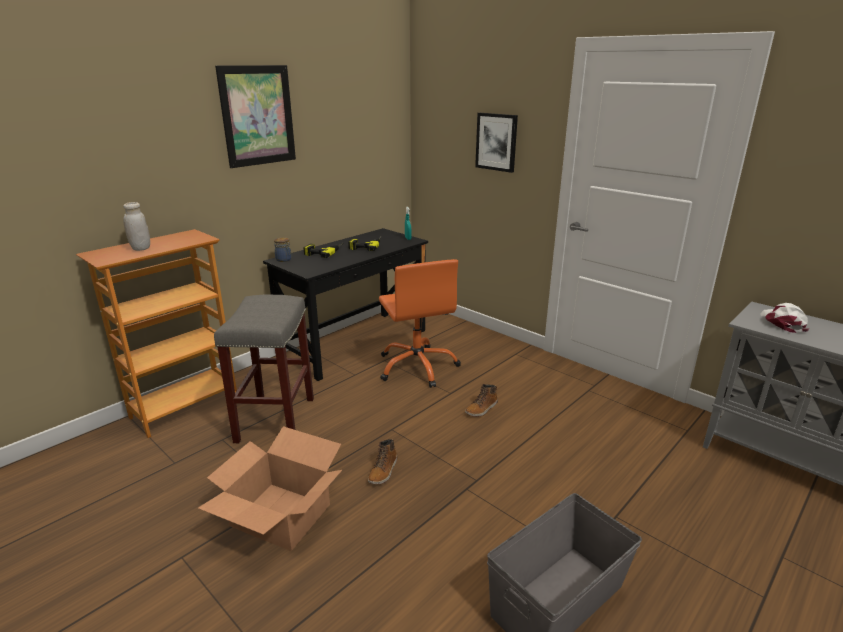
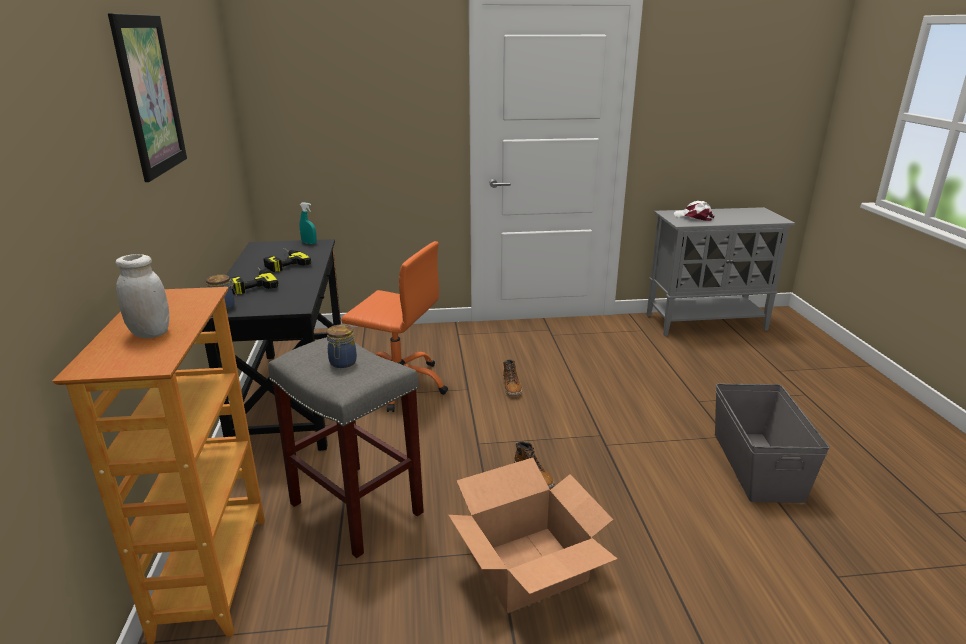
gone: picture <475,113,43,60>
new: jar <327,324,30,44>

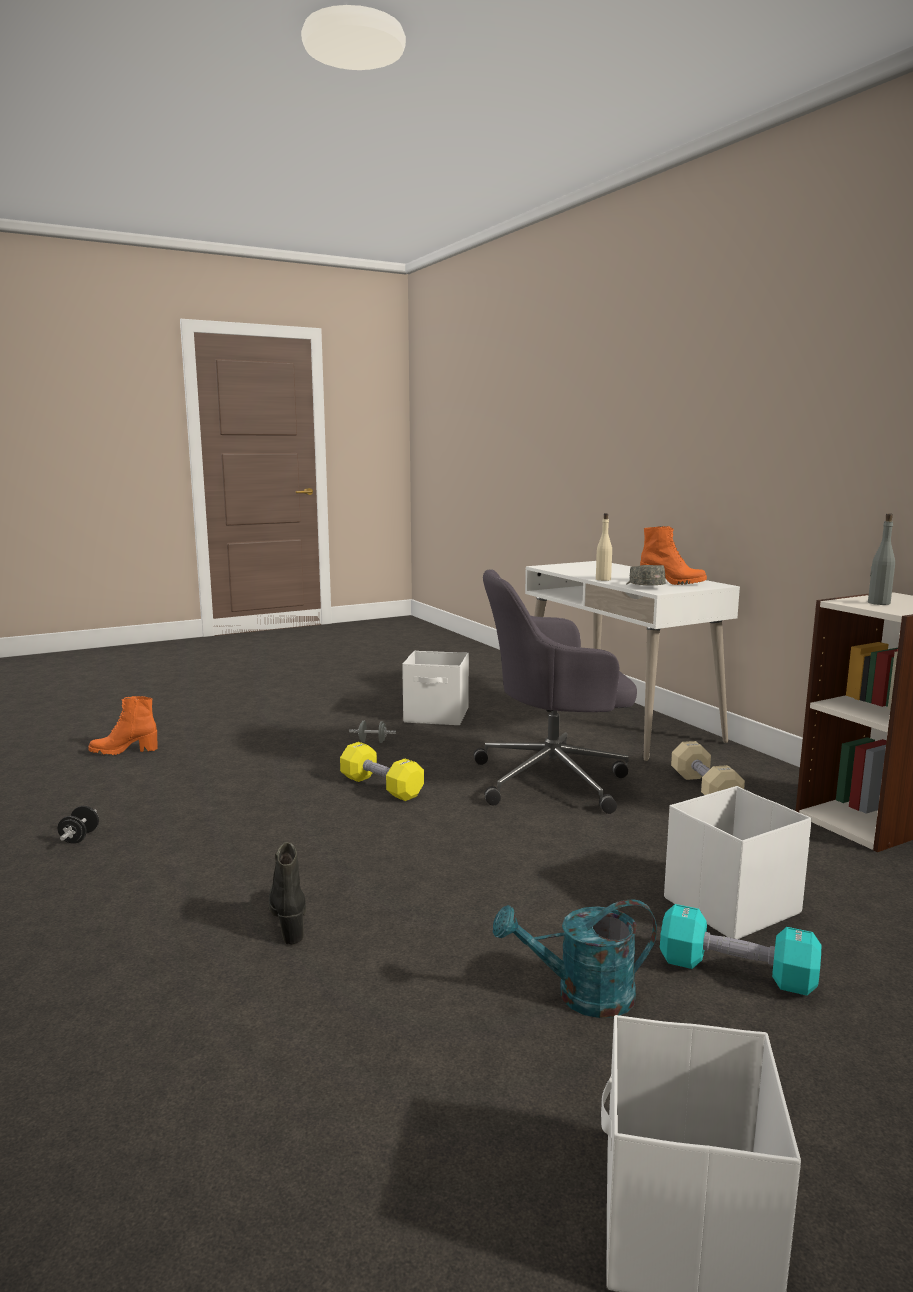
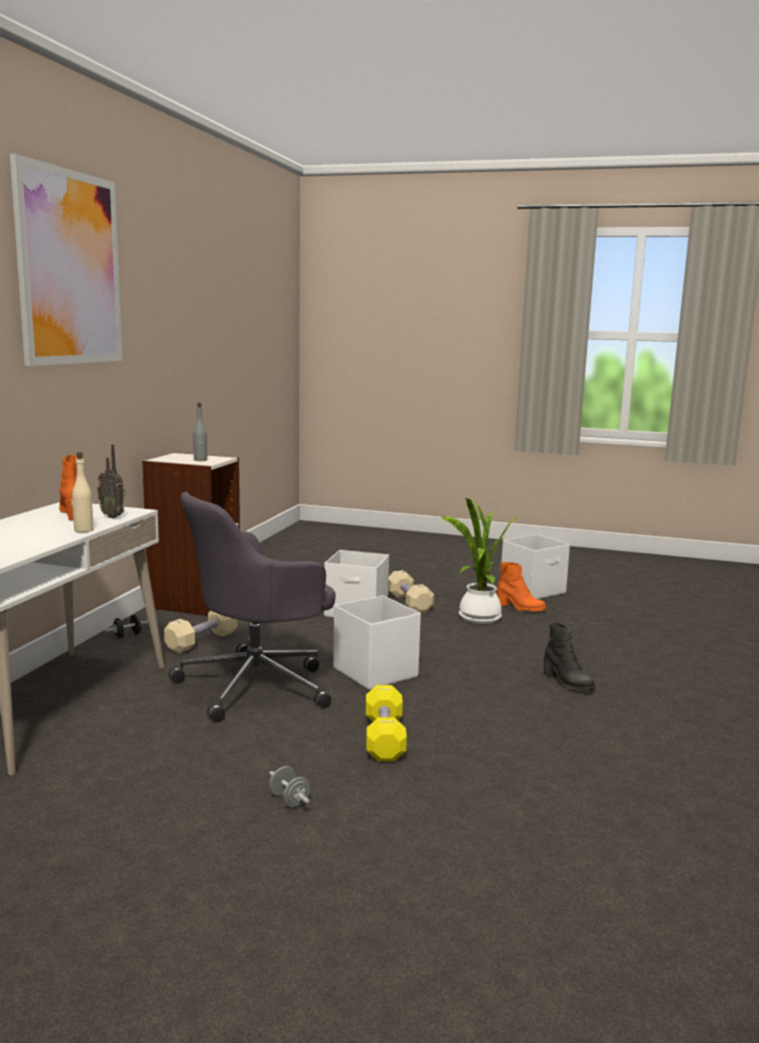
new: picture <10,154,113,212>
shifted: dumbbell in black <58,806,41,38> to <105,615,44,23>; storage box in white <402,651,67,74> to <333,595,88,95>; boot in orange <88,696,70,59> to <497,562,49,50>
swapped: cap in grey <626,565,40,20> to radio <97,444,29,74>; watering can in turquoise <493,899,164,119> to potted plant <442,498,76,126>
repainted: dumbbell in turquoise <660,904,161,92> to dumbbell in beige <388,570,46,43>
rotated: office chair in grey <474,569,163,245> = <169,492,167,230> 105 degrees clockwise; boot in black <269,842,37,103> = <544,622,51,70> 60 degrees counterclockwise

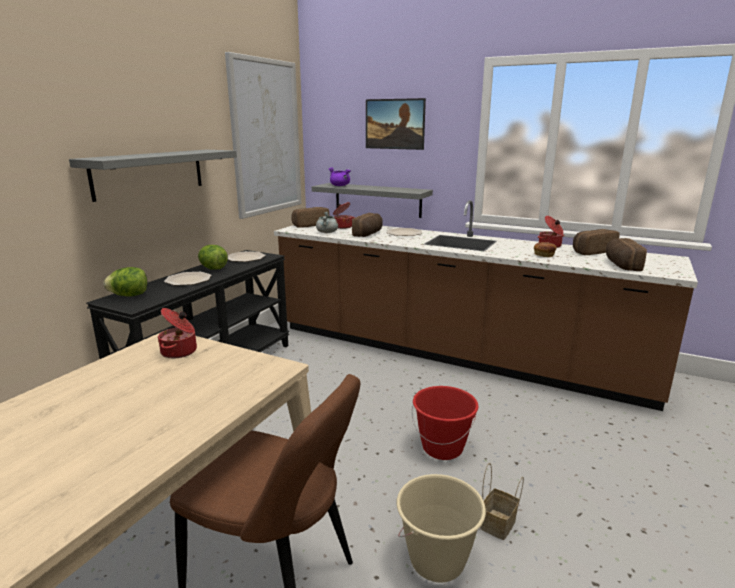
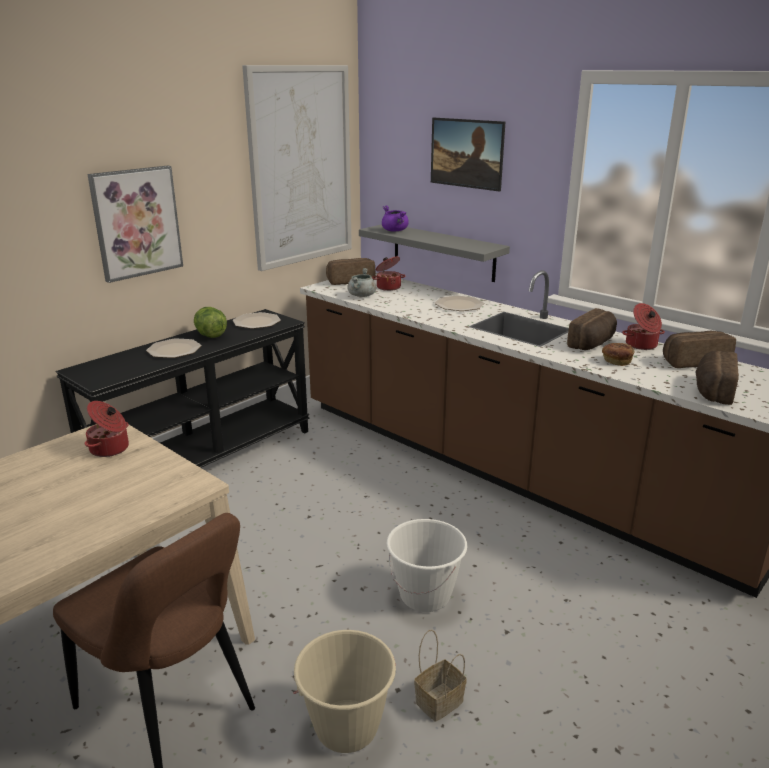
gone: lettuce <103,267,44,30>
shifted: bread <352,213,31,24> to <567,308,50,42>
swapped: shelf in grey <69,150,168,52> to picture <88,165,95,118>
repainted: bucket in red <412,386,67,74> to bucket in white <386,519,81,93>

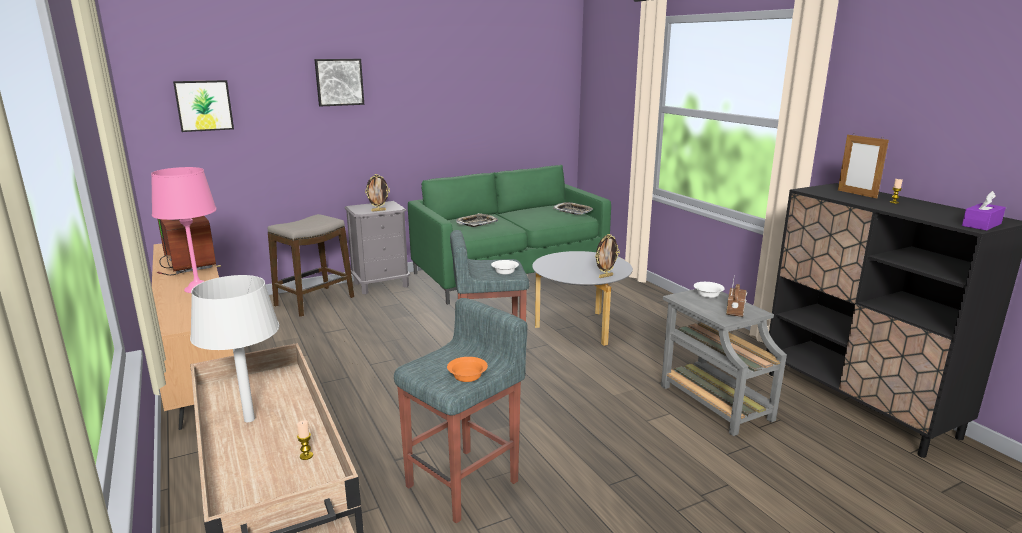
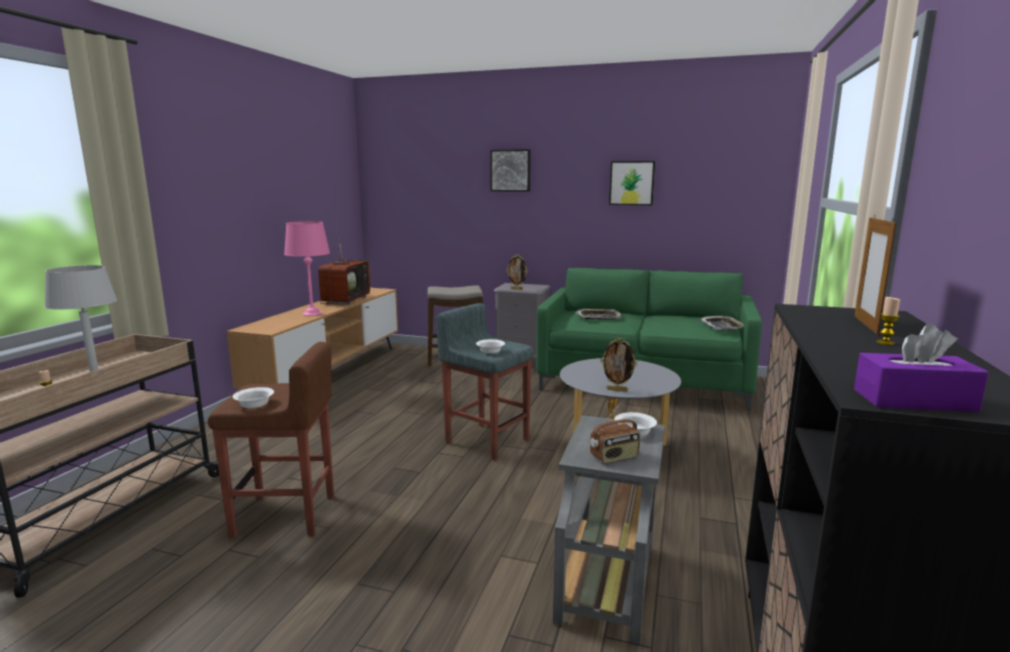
shifted: picture <173,80,61,52> to <609,161,46,44>
repainted: stool in grey <394,298,133,225> to stool in brown <208,342,126,196>; bowl in orange <447,357,41,25> to bowl in white <233,387,41,21>

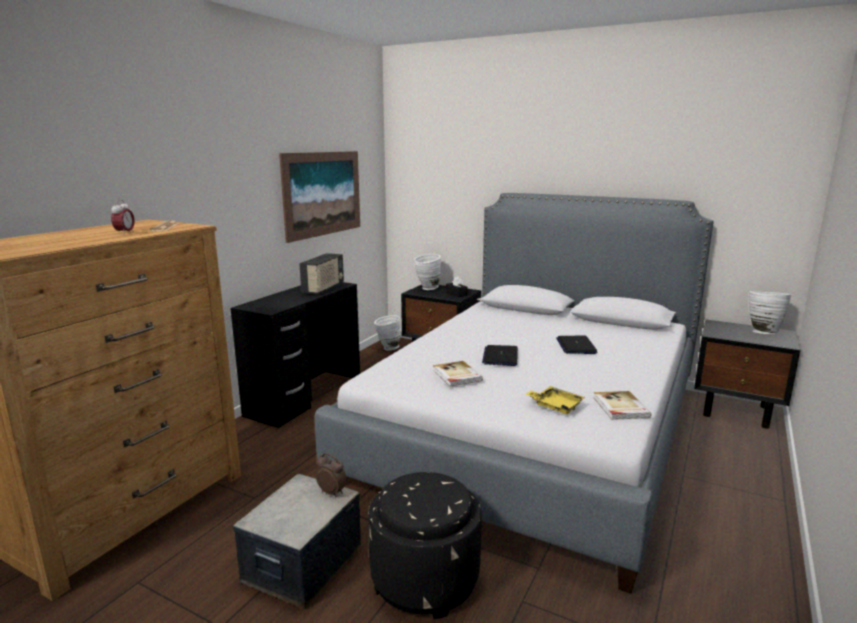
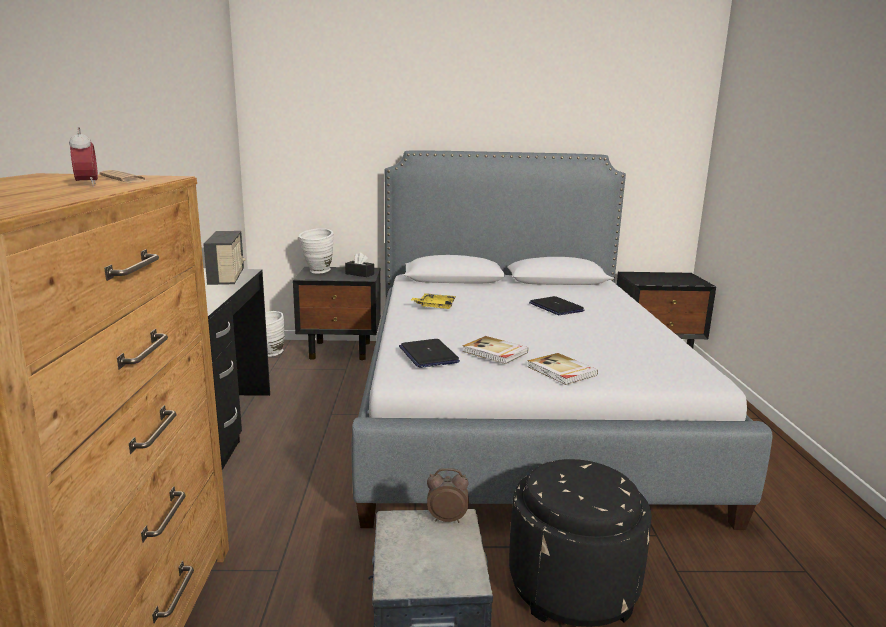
gone: picture <279,151,81,92>; vase in white <749,291,42,43>
shifted: laptop <482,345,36,21> to <399,339,61,29>; tray in yellow <525,386,60,28> to <411,293,45,16>; book <593,391,58,29> to <527,353,71,32>

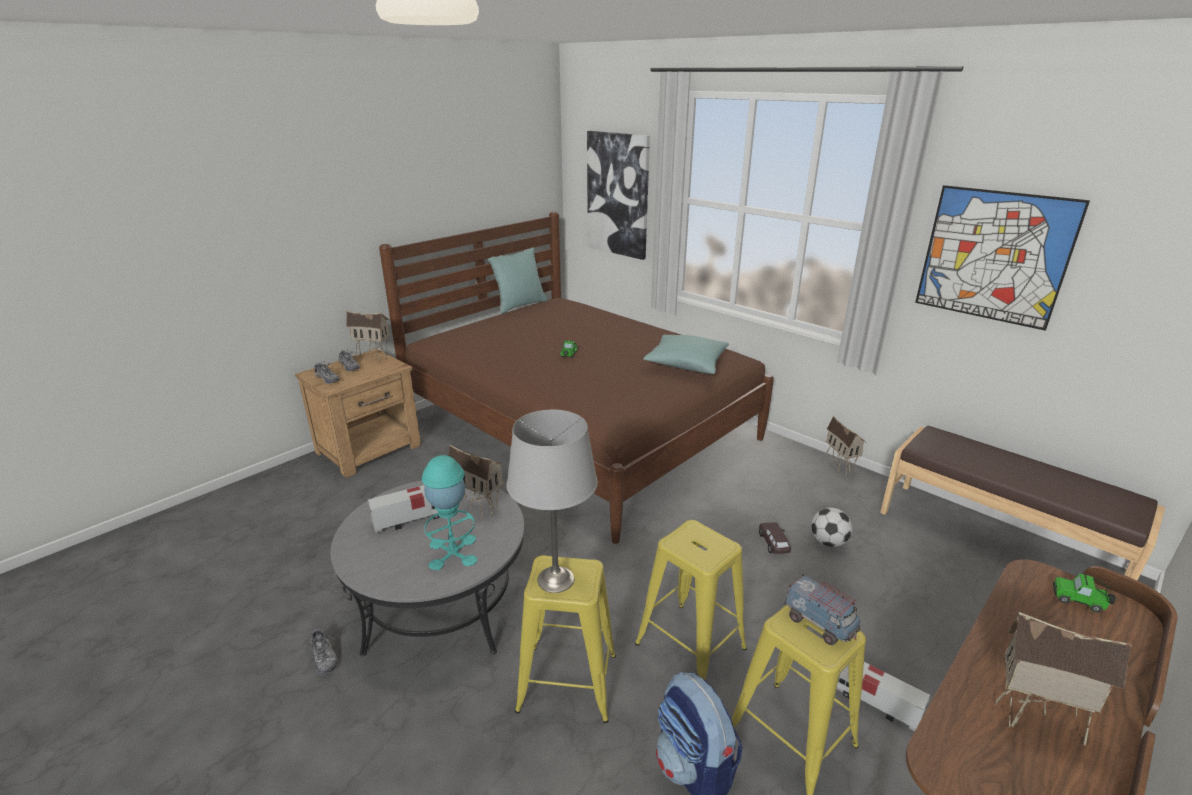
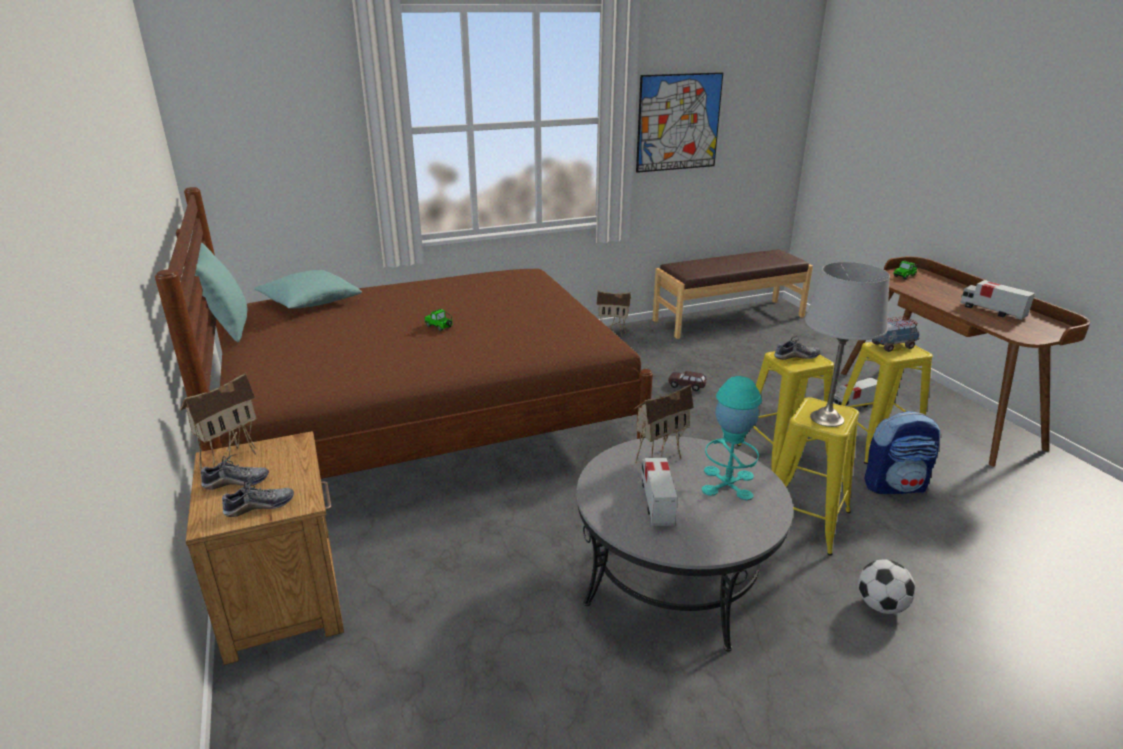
gone: picture <587,131,63,129>
shifted: pillow in turquoise <643,335,86,39> to <254,270,108,38>; shoe <306,629,31,46> to <774,335,47,25>; football <811,507,41,40> to <858,559,58,55>
swapped: toy house <994,612,138,134> to toy truck <960,280,75,40>

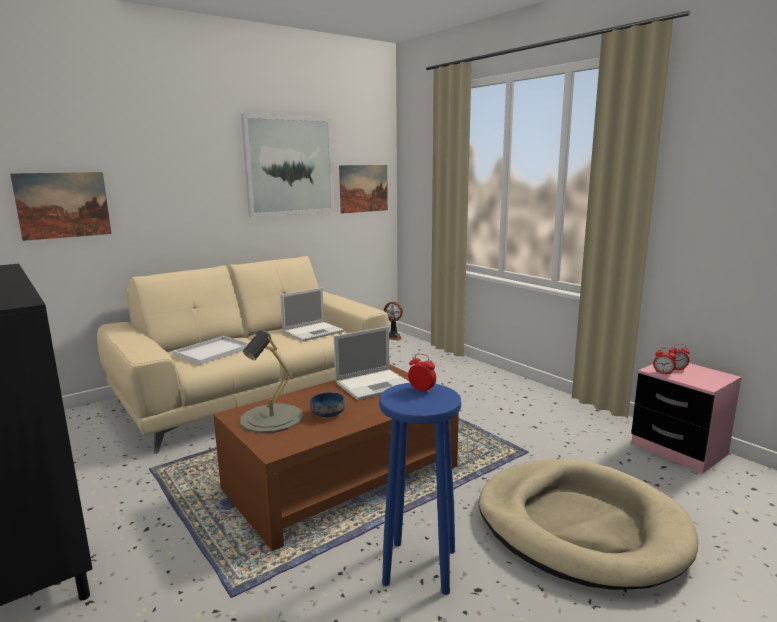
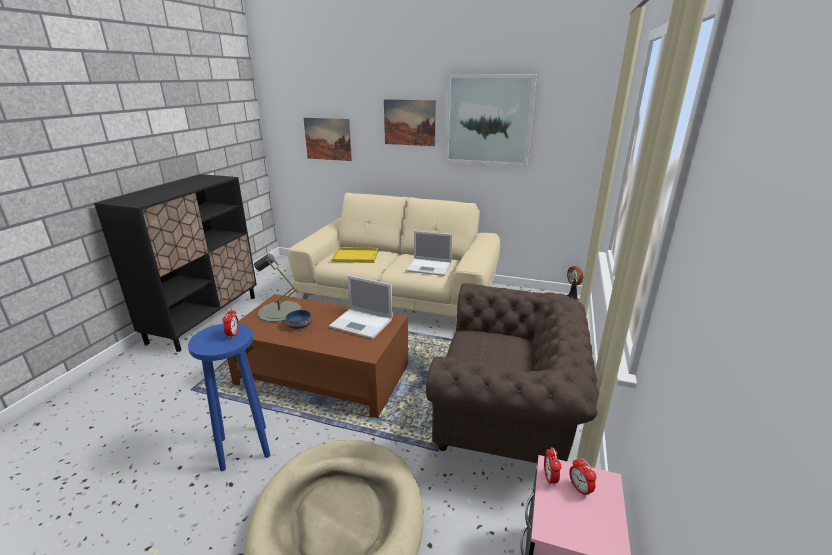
new: armchair in brown <426,283,173,180>
shifted: picture <339,165,49,49> to <384,99,52,47>
repainted: tray in white <173,336,76,29> to tray in yellow <331,247,47,16>

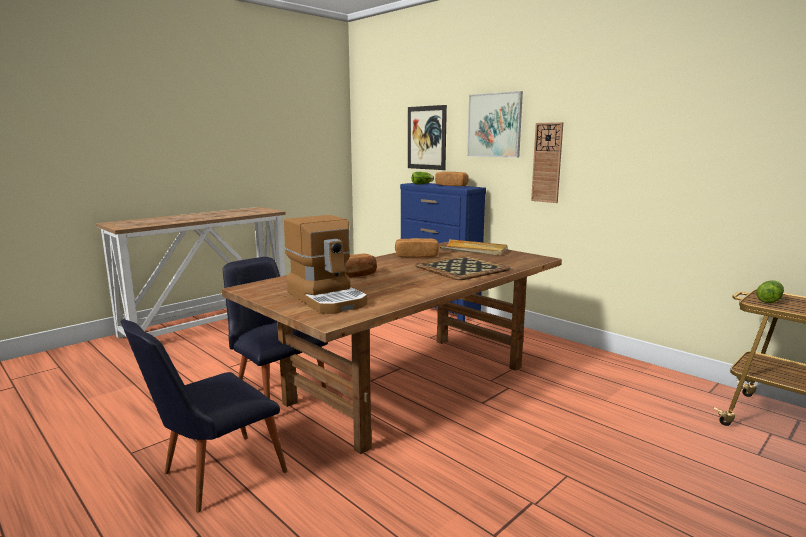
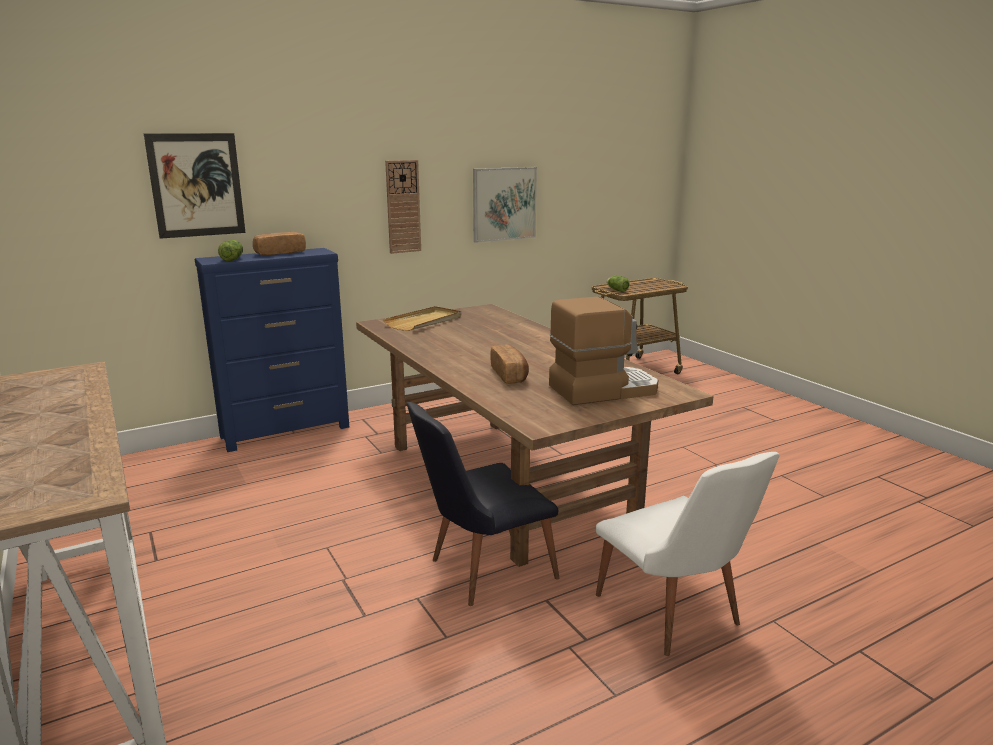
gone: bread <395,238,44,19>; tray <415,255,96,25>
shifted: picture <467,91,56,67> to <473,167,64,76>
repainted: chair in black <121,320,166,193> to chair in white <596,452,184,204>

